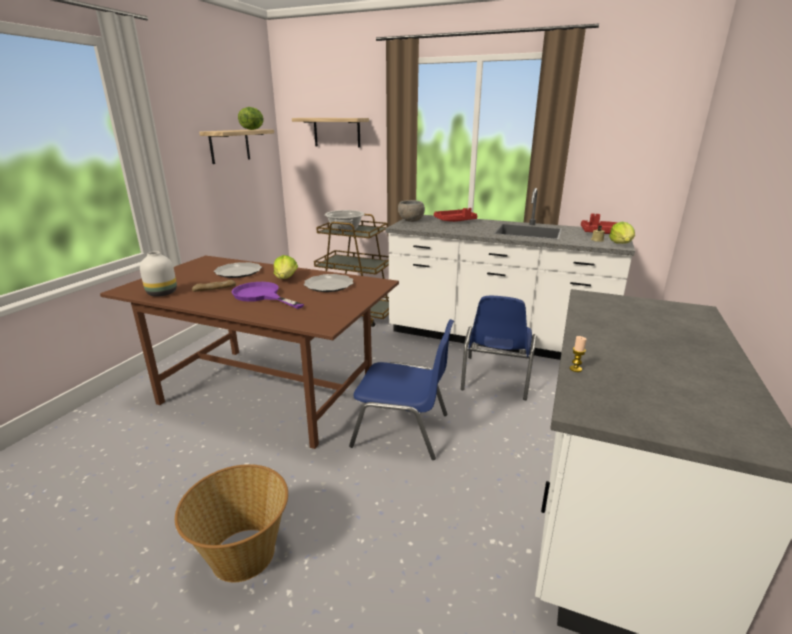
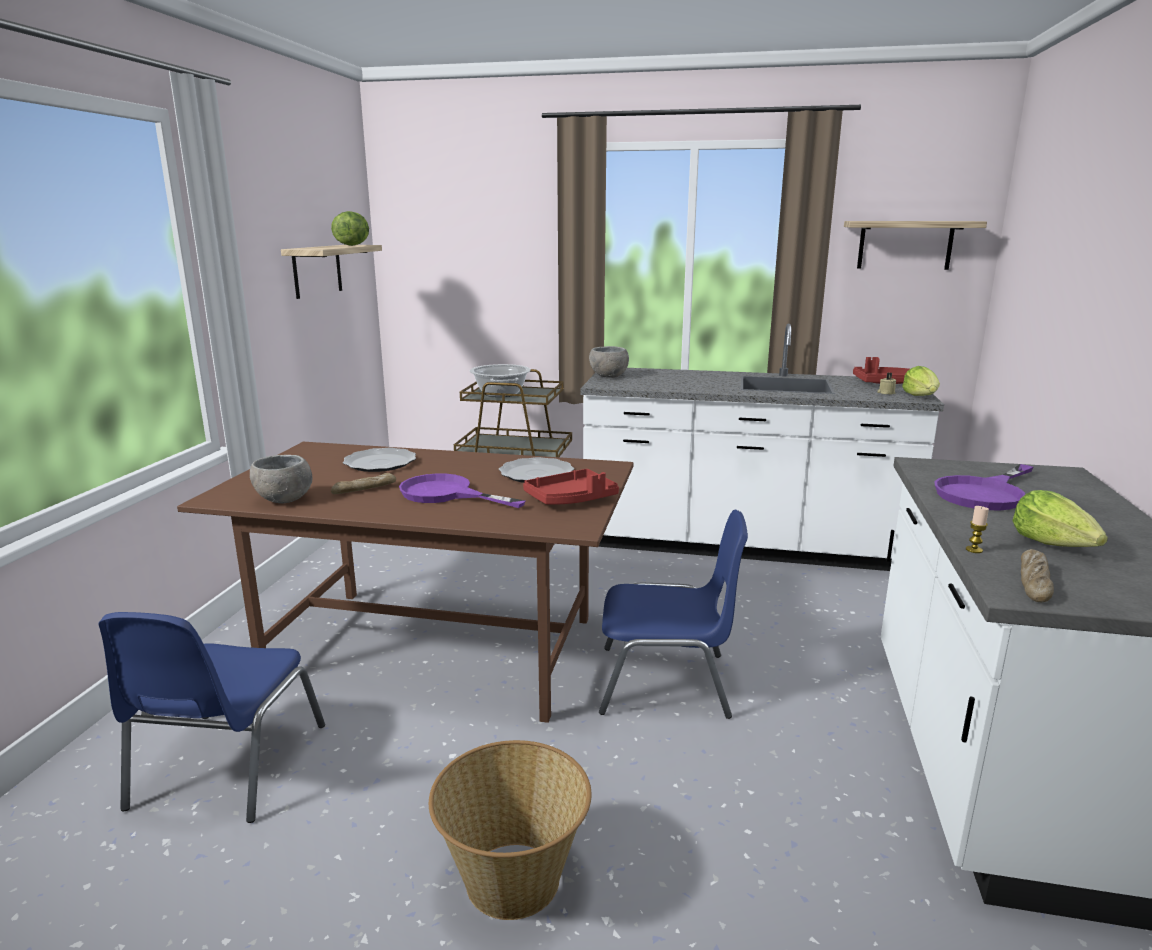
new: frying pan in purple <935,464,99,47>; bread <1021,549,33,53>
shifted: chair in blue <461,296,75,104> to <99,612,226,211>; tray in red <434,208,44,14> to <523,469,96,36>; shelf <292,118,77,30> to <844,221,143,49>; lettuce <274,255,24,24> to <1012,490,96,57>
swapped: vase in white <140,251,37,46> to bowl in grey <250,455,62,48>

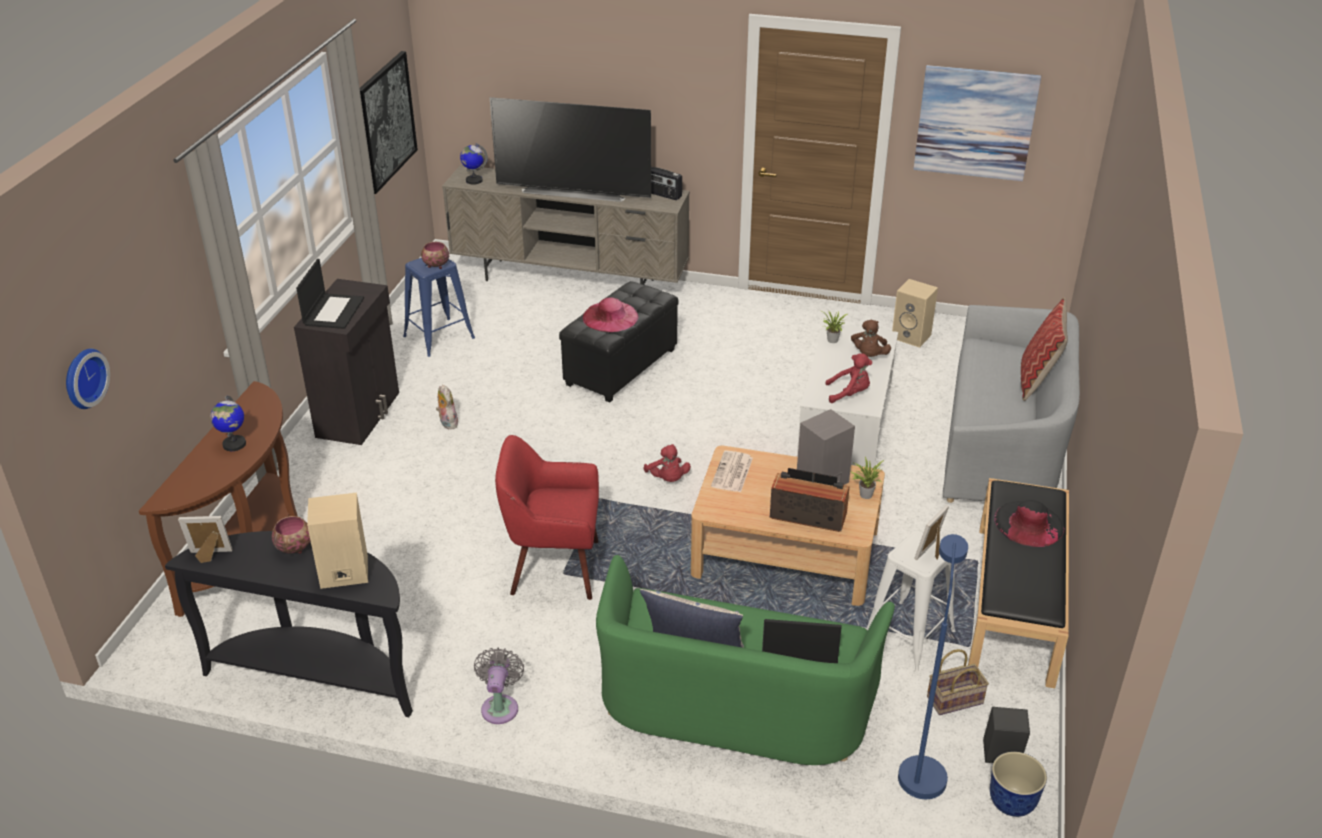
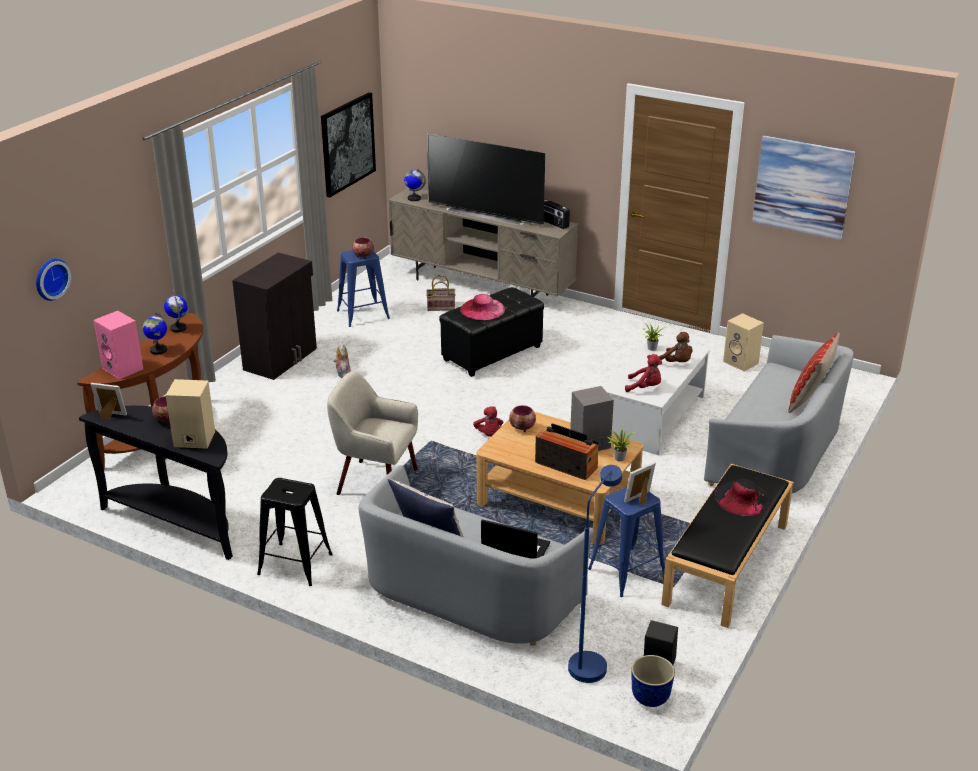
gone: laptop <296,259,68,70>
new: speaker in pink <93,311,50,68>; globe <164,295,24,37>
shifted: basket <927,649,62,66> to <426,275,30,36>
swapped: fan in grey <474,647,50,77> to stool in black <257,478,76,108>; newspaper <711,450,42,42> to bowl <509,405,27,27>
repainted: armchair in red <495,435,104,165> to armchair in beige <327,371,91,124>; sofa in green <596,555,299,210> to sofa in grey <359,465,235,181>; stool in white <866,530,89,142> to stool in blue <588,487,77,110>
rotated: plush toy in brown <851,319,40,38> = <659,332,33,30> 75 degrees counterclockwise

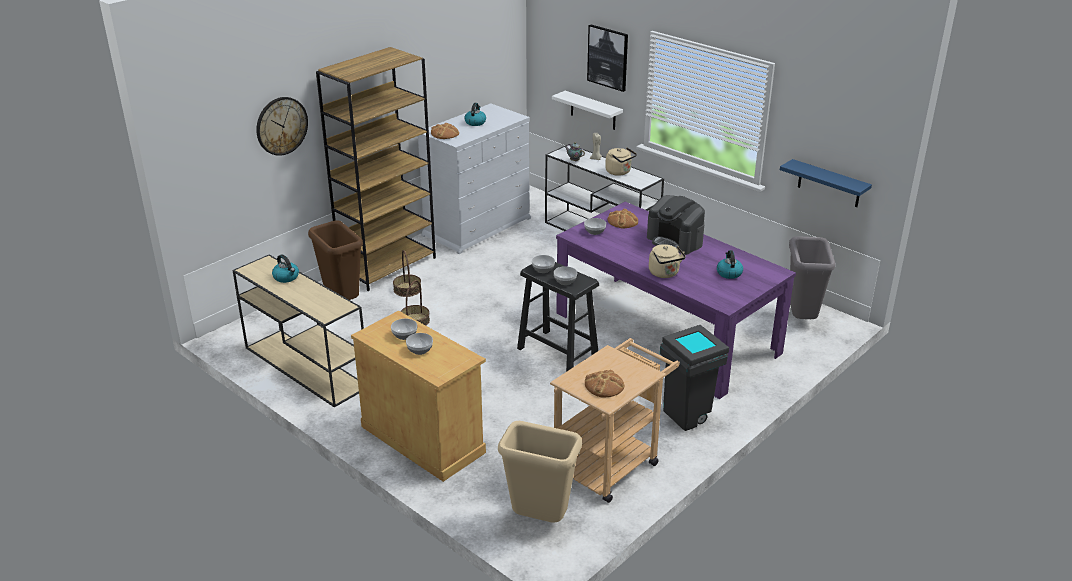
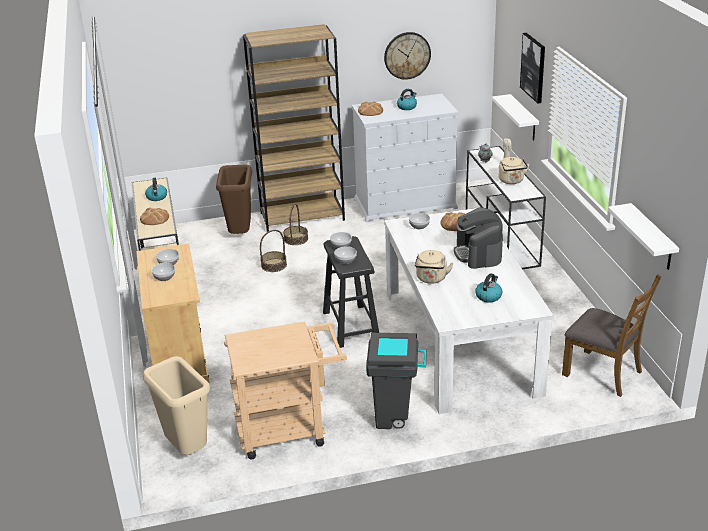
shifted: bread <585,370,39,28> to <140,208,29,17>; wall clock <256,97,52,59> to <384,32,47,48>
swapped: trash can in grey <789,236,46,83> to chair in brown <562,275,99,122>
repainted: dining table in purple <556,202,240,197> to dining table in white <384,208,170,206>; shelf in blue <780,159,92,48> to shelf in white <608,203,71,67>

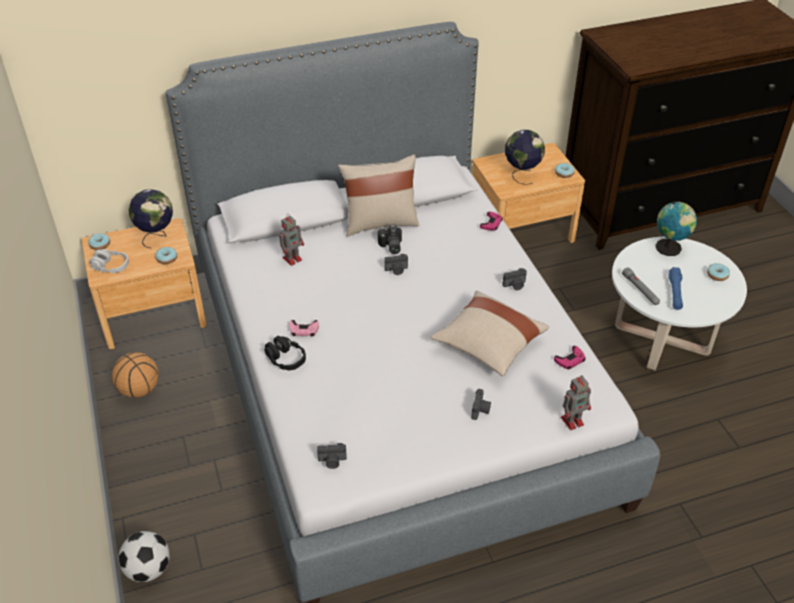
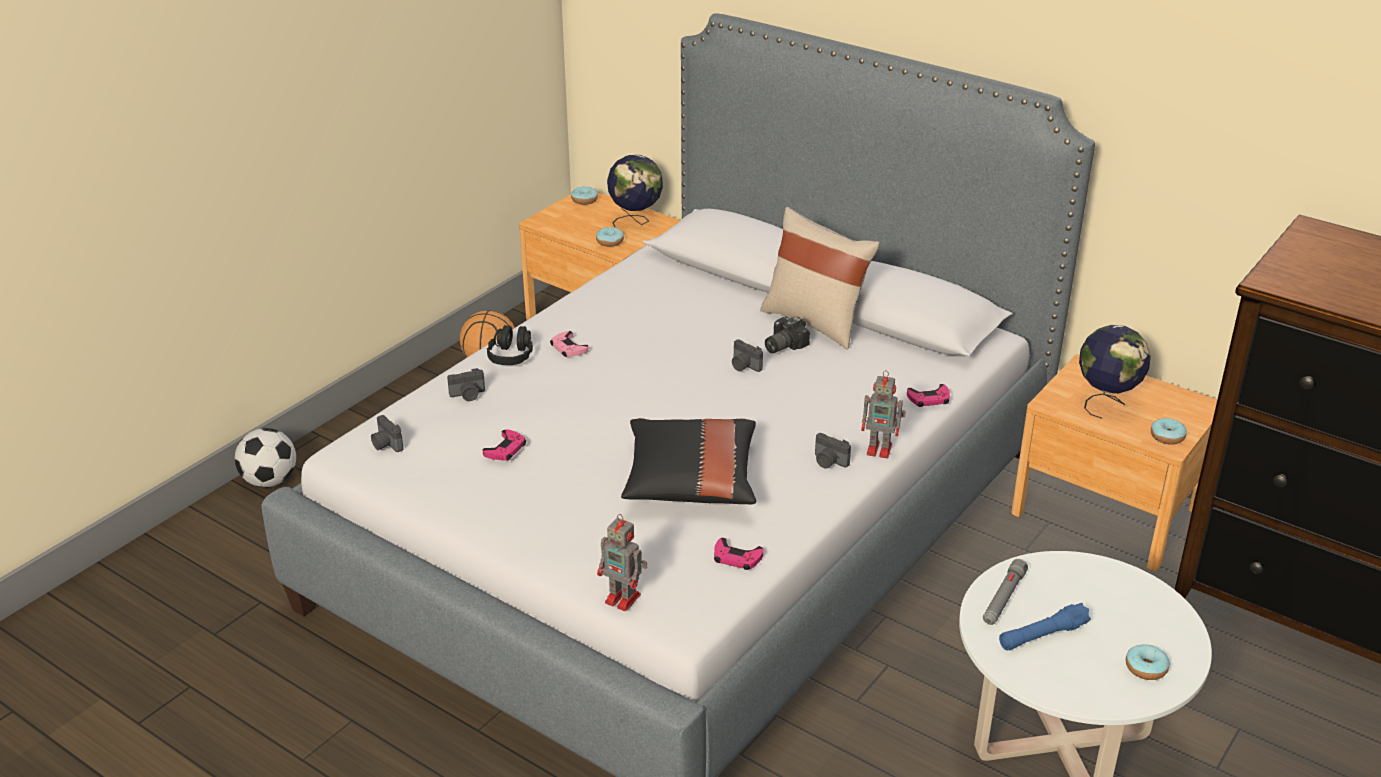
gone: headphones in grey <89,249,40,24>; globe <655,201,42,55>
new: game controller in pink <483,429,43,32>
shifted: photo camera <471,389,20,31> to <447,368,38,33>; toy robot <279,214,25,52> to <861,370,45,88>
repainted: pillow in beige <431,291,118,85> to pillow in black <621,418,135,86>

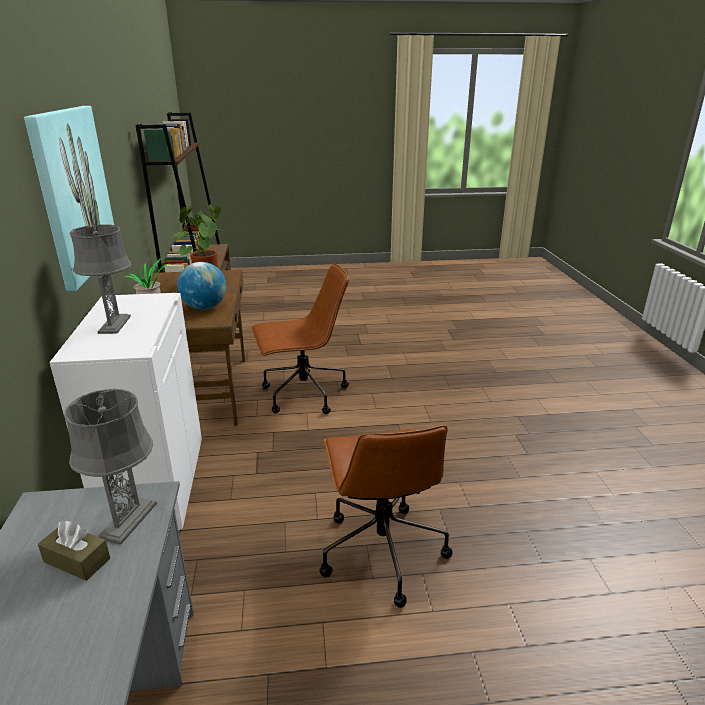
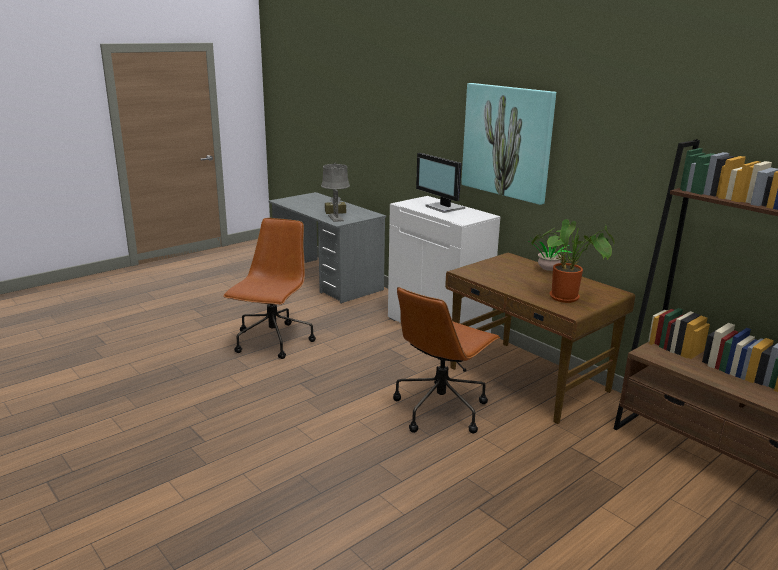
gone: globe <177,262,49,48>
swapped: table lamp in grey <70,222,62,112> to monitor <416,153,49,60>
rotated: office chair in brown <319,425,133,183> = <223,218,93,141> 60 degrees clockwise

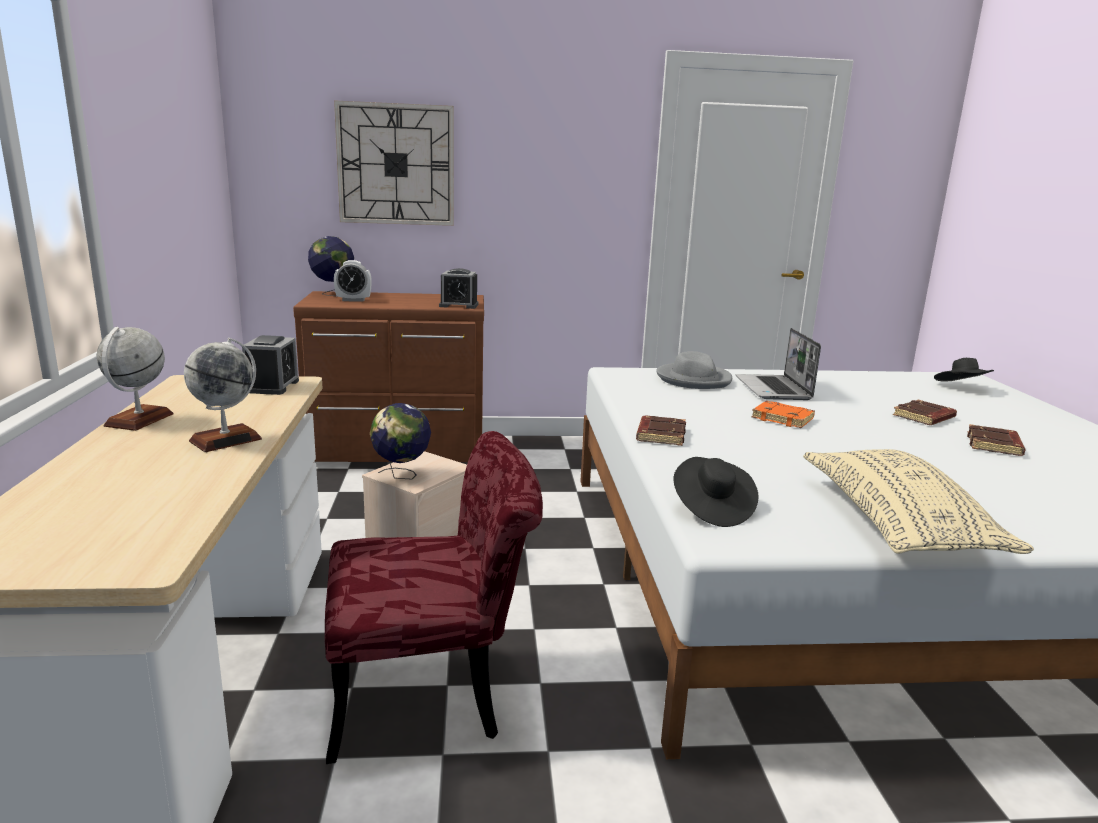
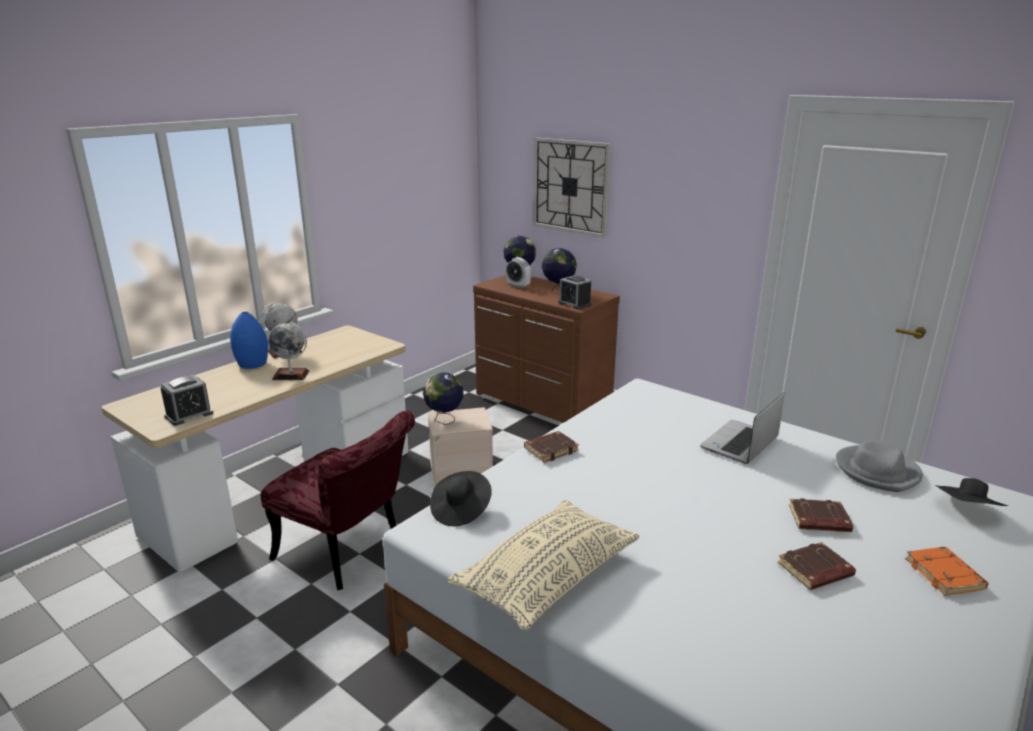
new: vase in blue <230,312,38,57>; globe <542,248,35,46>
shifted: alarm clock <242,335,57,60> to <160,375,53,51>; hat in grey <656,351,76,38> to <836,440,87,52>; book in orange <751,401,64,27> to <905,547,84,49>

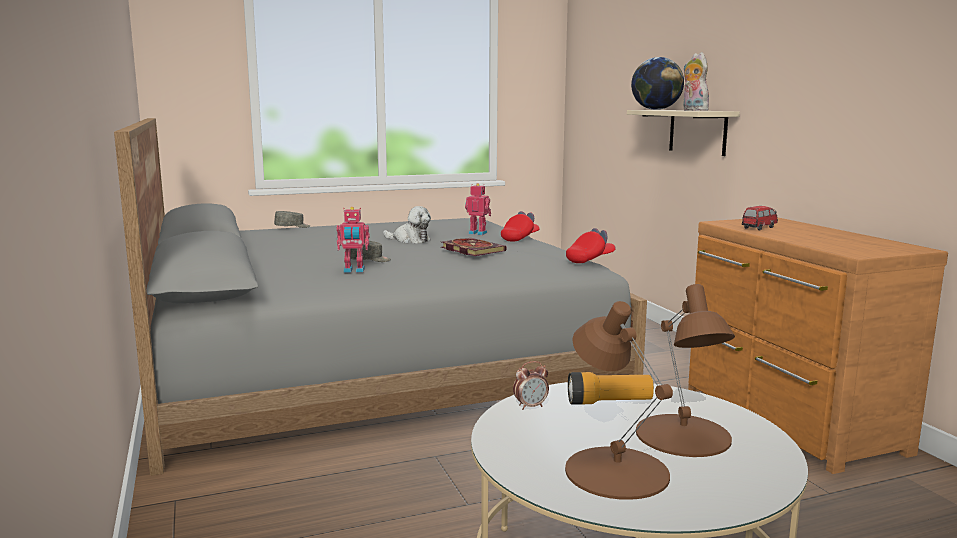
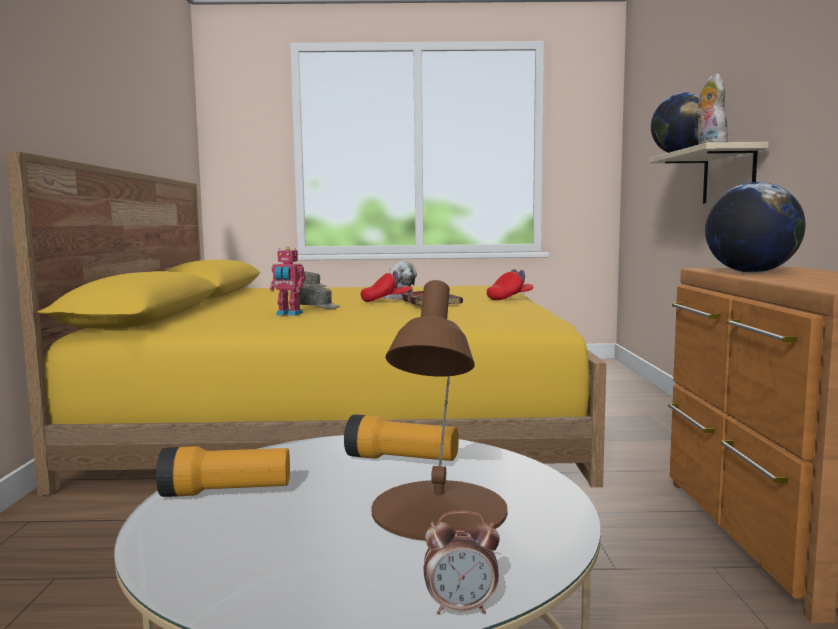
gone: toy robot <465,183,26,52>; table lamp in brown <565,301,108,199>
new: flashlight <156,446,134,51>
shifted: cap in red <566,228,50,35> to <361,271,51,31>; alarm clock <513,361,36,49> to <423,510,77,105>
swapped: toy car <742,206,36,24> to globe <705,182,101,91>
repainted: bed in grey <114,118,533,358> to bed in yellow <6,151,600,345>

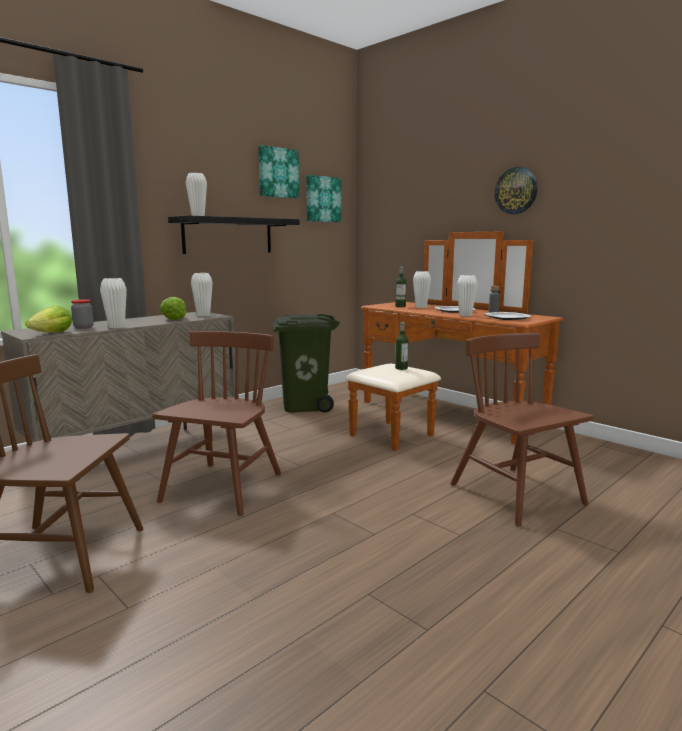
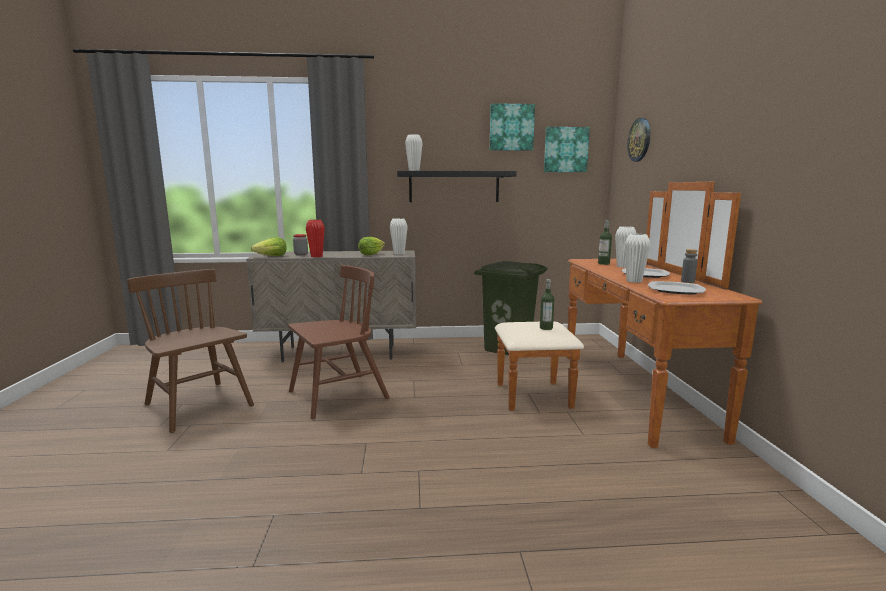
gone: chair in brown <450,333,143,193>
shifted: wall clock <495,167,43,47> to <627,118,23,44>
repainted: vase in white <100,278,27,50> to vase in red <306,220,19,37>

